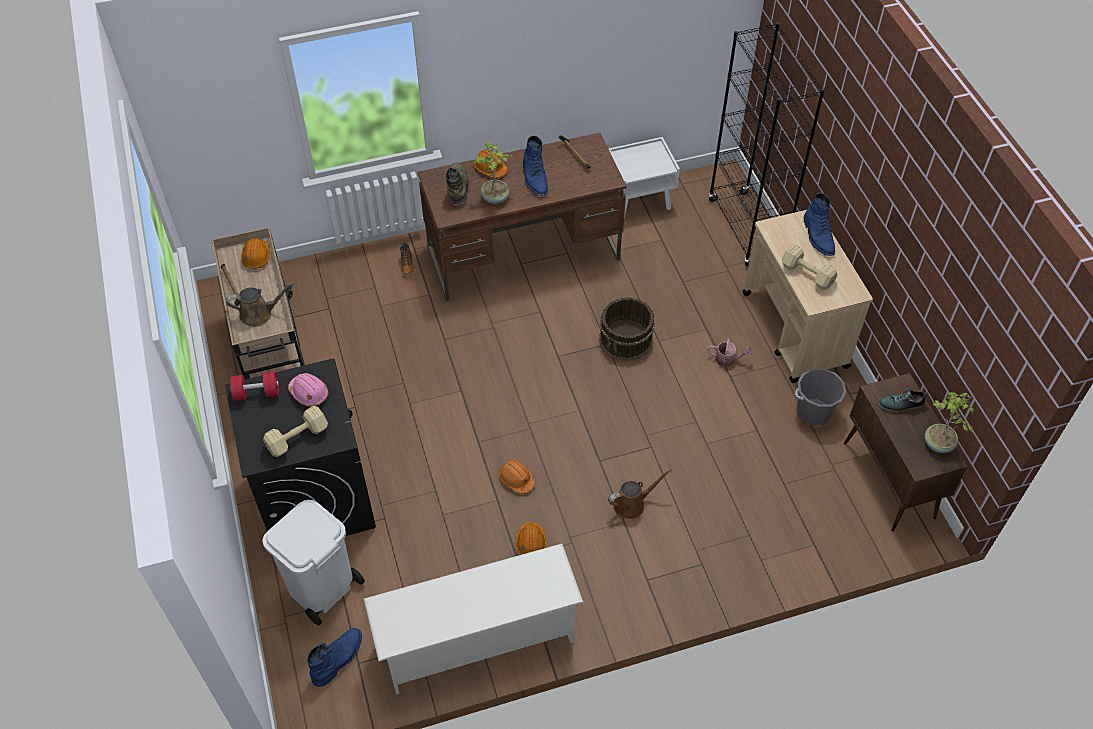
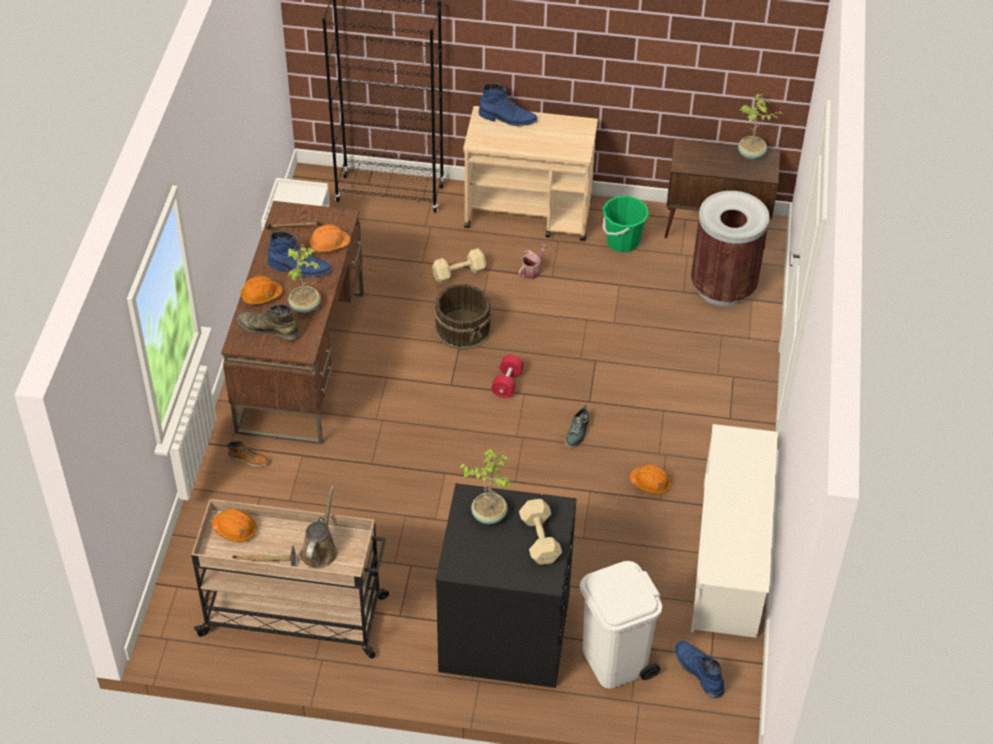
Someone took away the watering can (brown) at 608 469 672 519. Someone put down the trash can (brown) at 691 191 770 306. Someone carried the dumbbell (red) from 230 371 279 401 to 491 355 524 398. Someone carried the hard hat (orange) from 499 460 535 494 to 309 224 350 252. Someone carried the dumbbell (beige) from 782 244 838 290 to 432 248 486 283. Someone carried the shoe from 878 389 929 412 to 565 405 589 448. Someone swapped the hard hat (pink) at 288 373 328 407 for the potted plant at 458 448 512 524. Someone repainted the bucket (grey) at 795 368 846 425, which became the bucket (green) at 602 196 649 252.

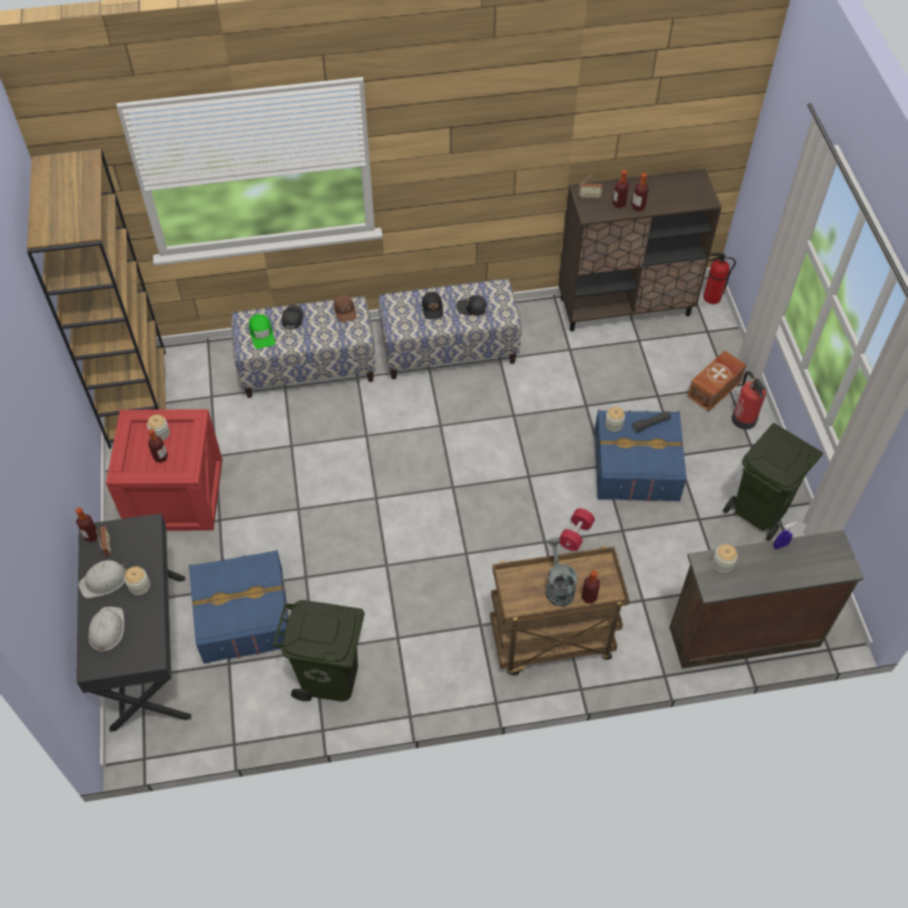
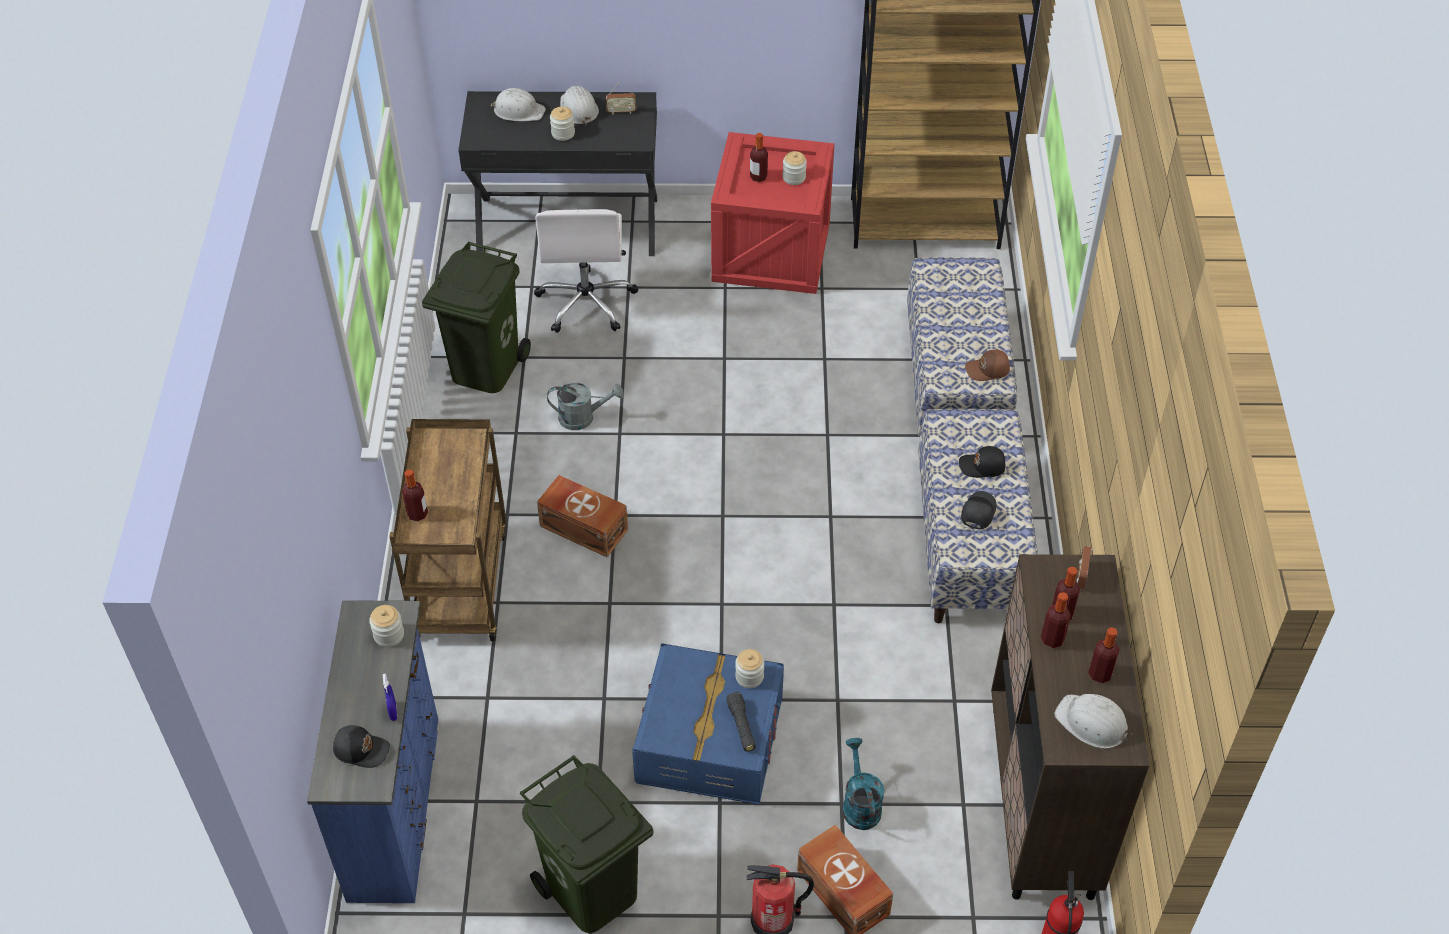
Someone took away the cap (green) at 249 314 275 349. Someone took away the dumbbell (red) at 559 508 595 551. Someone put down the storage box (brown) at 537 475 628 557. Someone put down the watering can (turquoise) at 843 738 885 830. Someone put down the hard hat (white) at 1054 694 1133 749. Someone carried the bottle from 76 508 99 542 to 1088 627 1120 683. Someone carried the cap (black) from 282 305 303 329 to 333 725 390 768. Someone carried the watering can (grey) from 545 538 578 607 to 547 383 624 430. Someone swapped the storage box (blue) at 189 549 289 664 for the office chair (white) at 534 209 638 333. Someone repainted the dresser (brown) at 669 530 864 669, which became the dresser (blue) at 307 600 438 903.

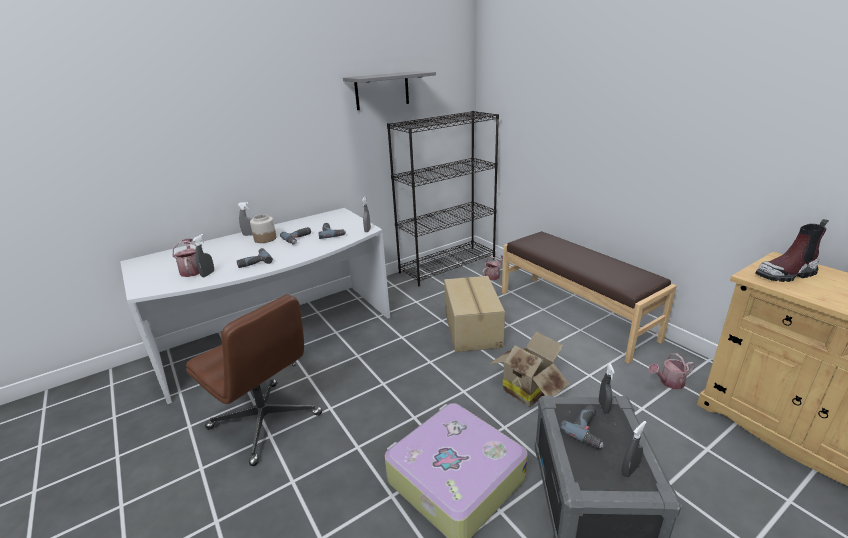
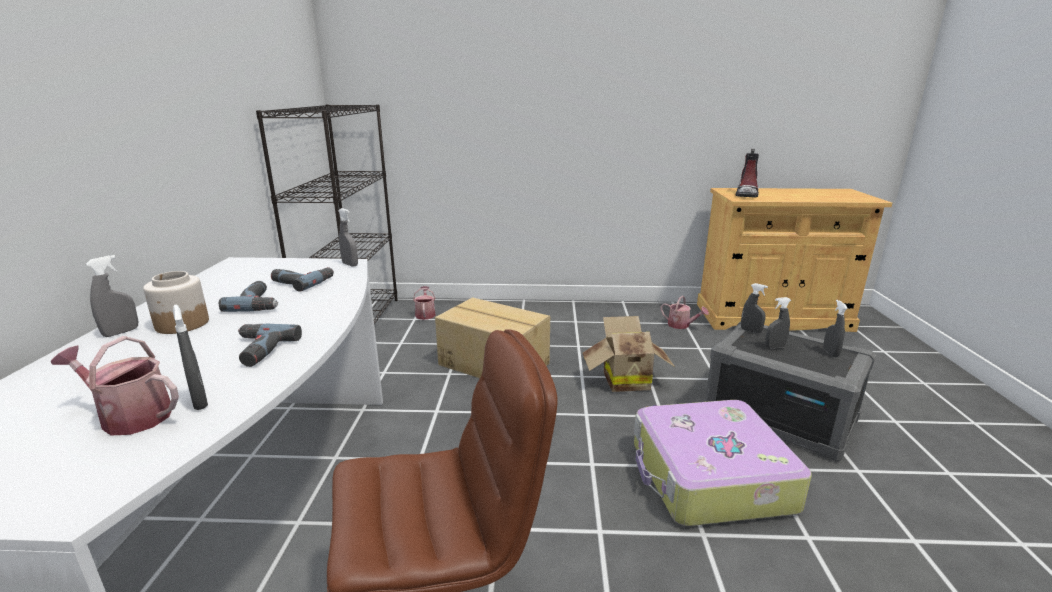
Someone took away the shelf (grey) at 343 71 436 110. Someone took away the bench (brown) at 502 231 677 364. Someone swapped the power drill at 560 405 604 449 for the spray bottle (grey) at 765 297 791 349. Someone rotated the watering can at 648 353 695 389 by 75 degrees counterclockwise.

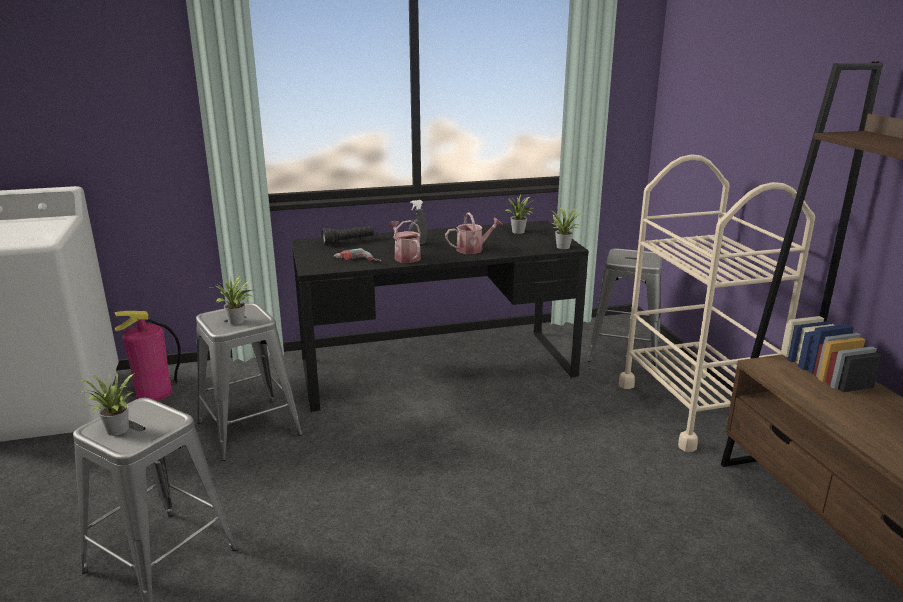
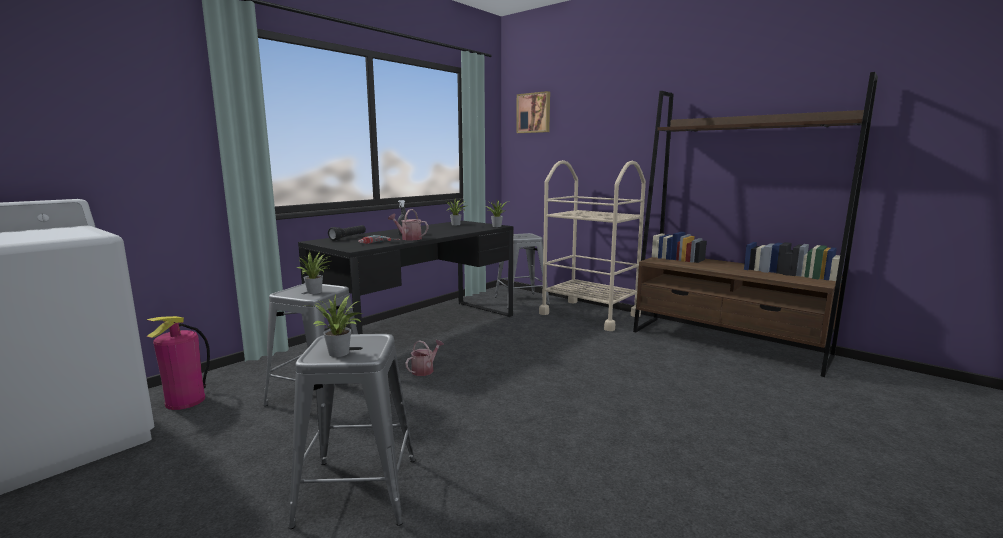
Someone put up the picture at 516 91 550 133. Someone carried the watering can from 445 212 503 254 to 405 340 444 376.

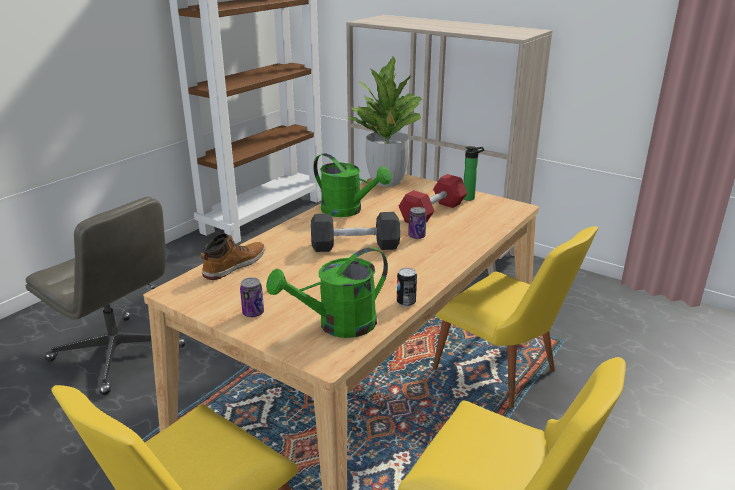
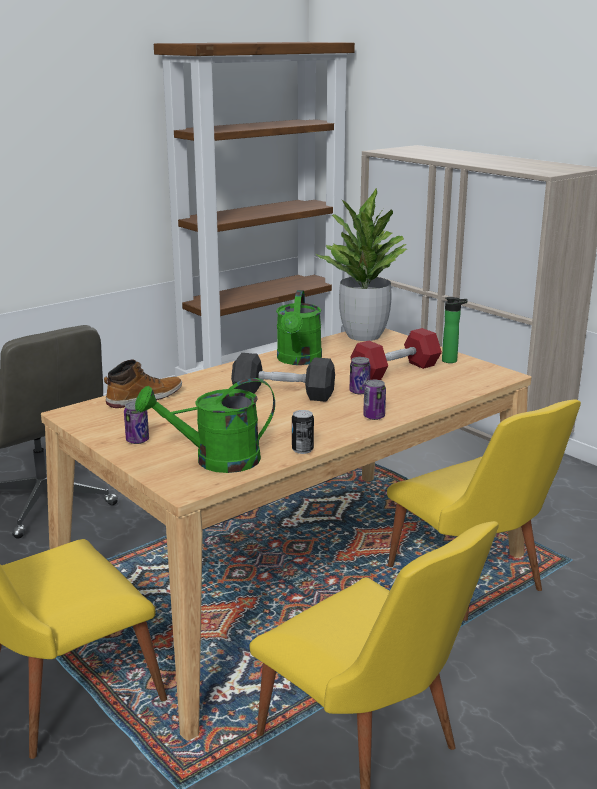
Someone put down the can at 363 380 386 420. Someone rotated the watering can (green) at 313 153 392 217 by 45 degrees clockwise.

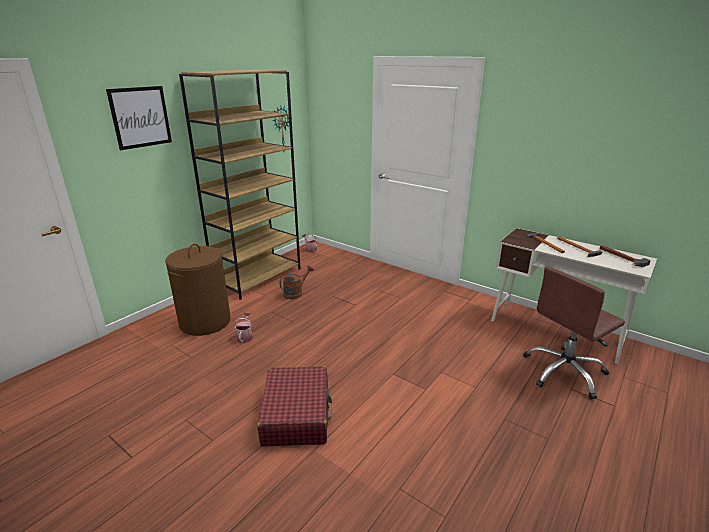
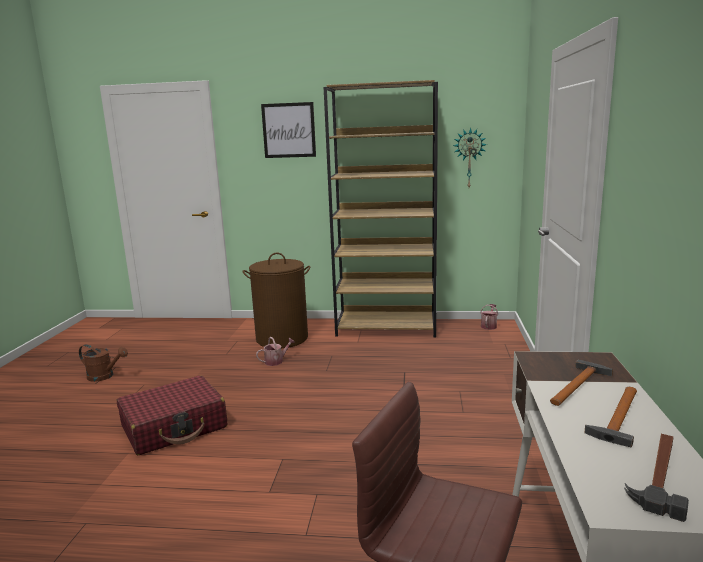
Someone carried the watering can (brown) from 280 265 314 299 to 79 345 128 382.

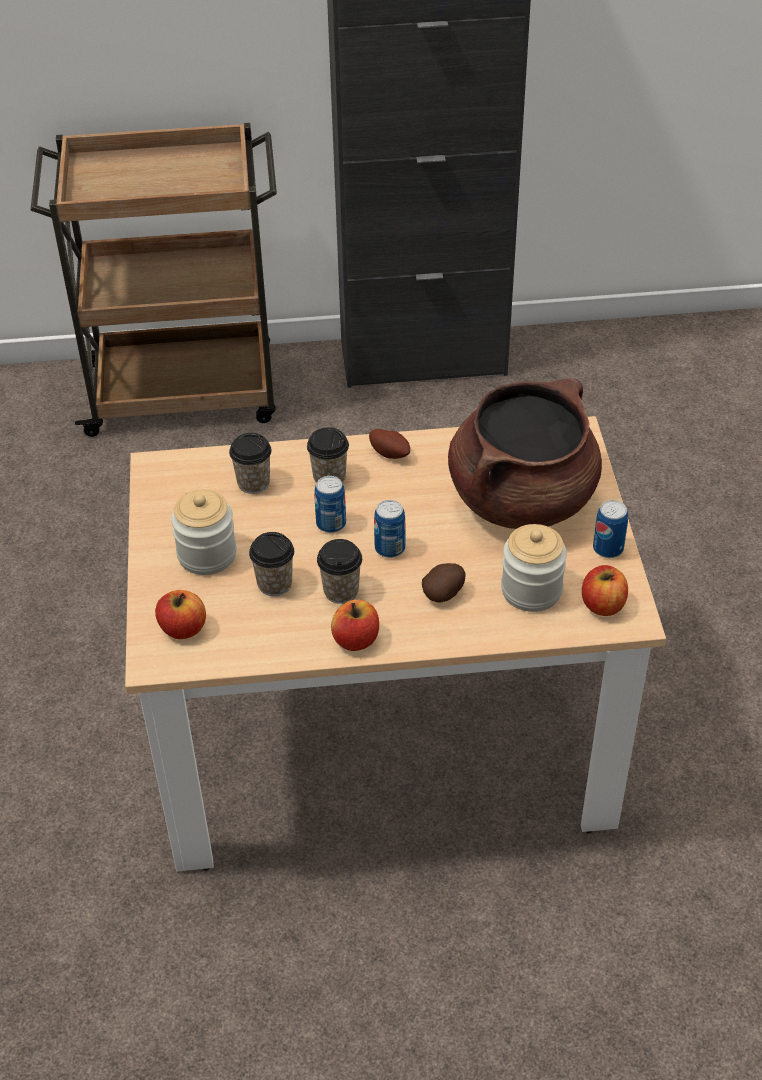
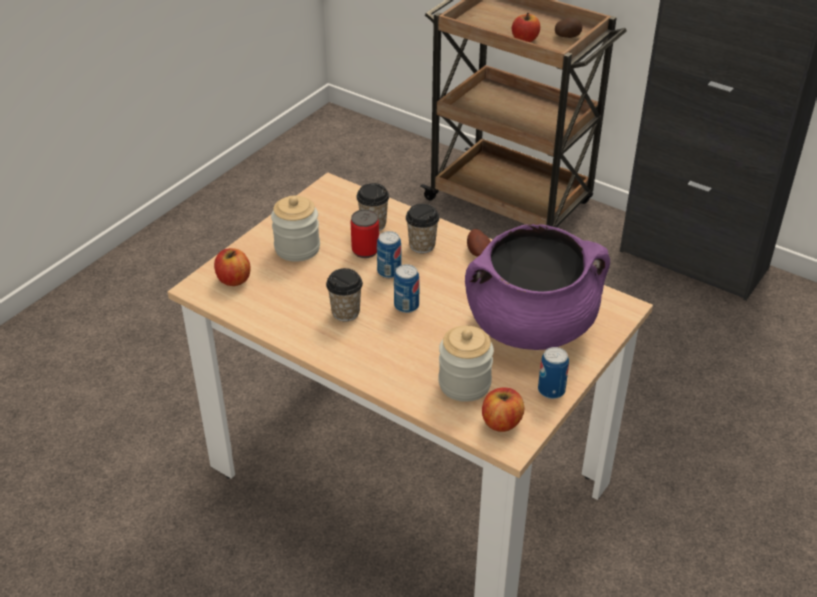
Someone took away the cup at 249 532 294 596. Someone put down the can at 351 209 379 258. Someone carried the apple from 331 600 379 651 to 512 13 540 42. Someone carried the potato from 422 563 466 603 to 555 17 583 38. Someone repainted the cooking pot (brown) at 448 378 602 529, which became the cooking pot (purple) at 465 224 610 350.

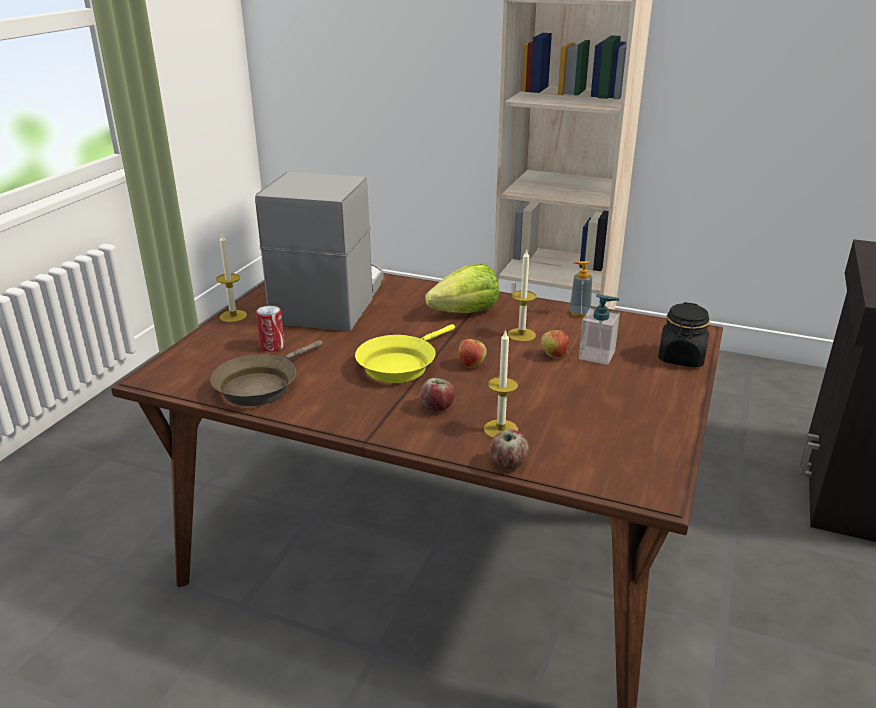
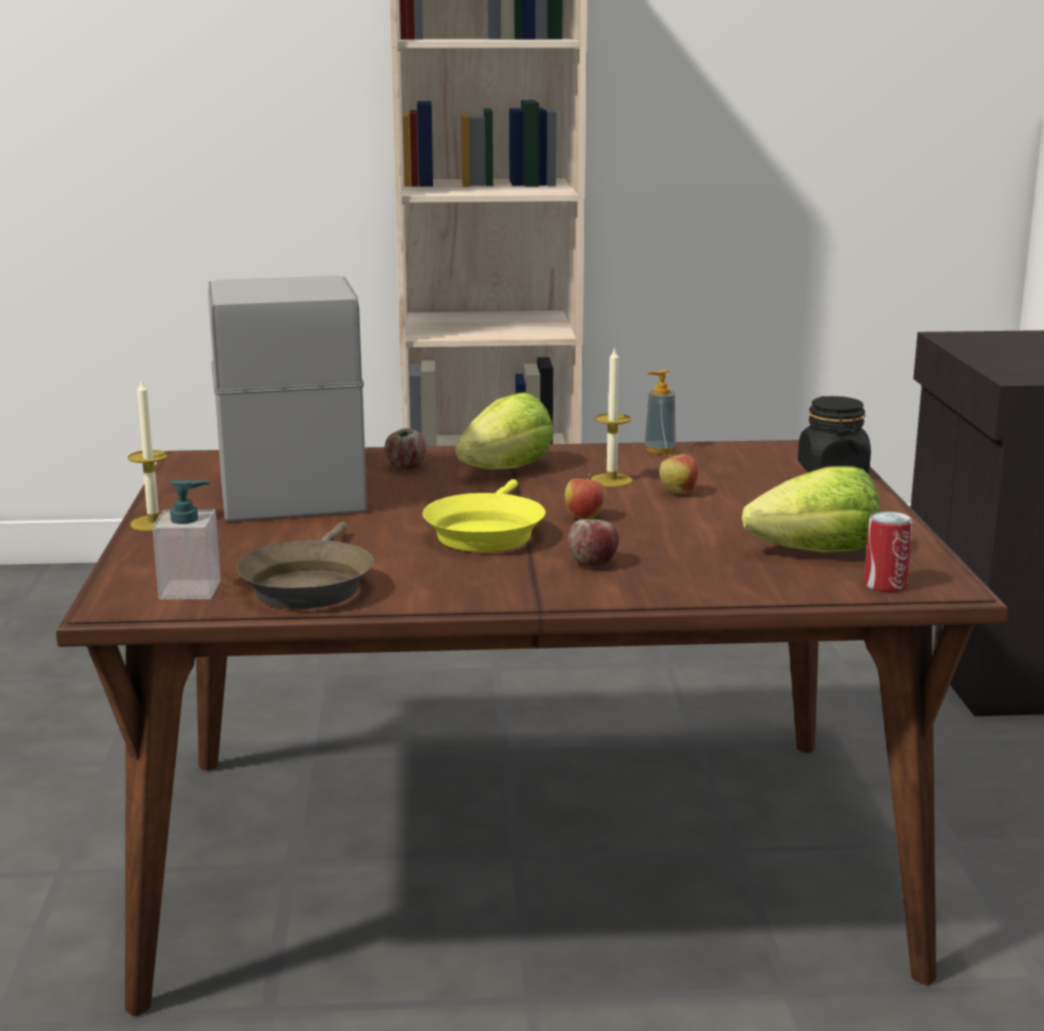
Someone took away the candle at 484 329 518 438. Someone put down the lettuce at 742 466 880 553. Someone carried the can from 256 305 285 352 to 864 511 913 592. Someone carried the apple from 490 429 529 469 to 385 428 427 470. Someone carried the soap dispenser from 579 294 620 365 to 152 480 221 600.

